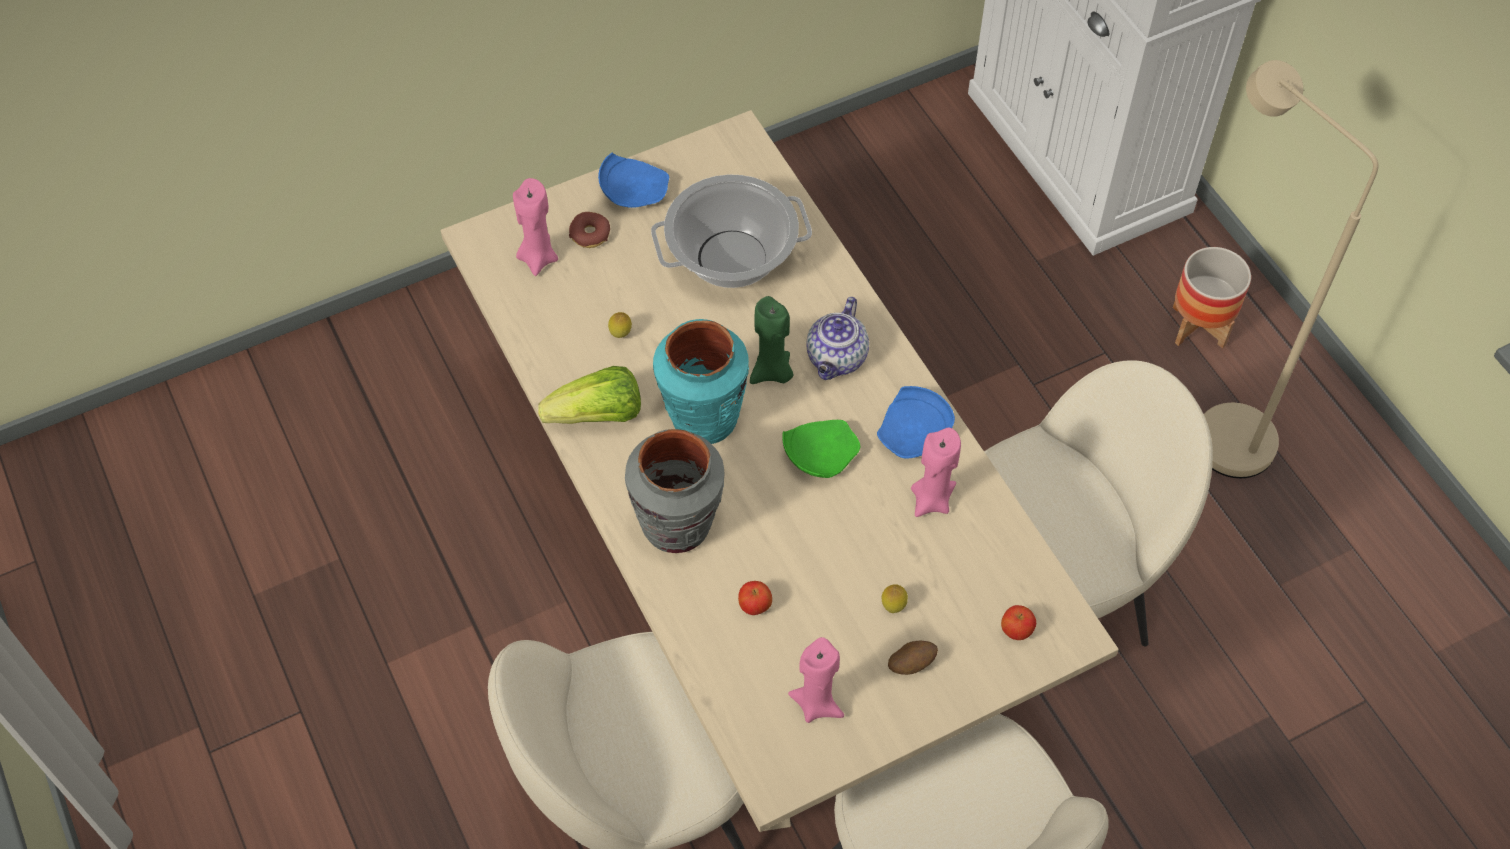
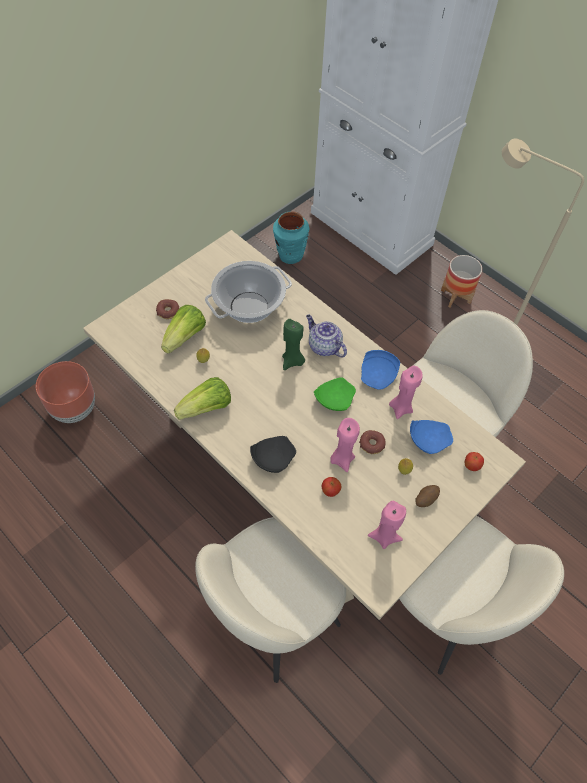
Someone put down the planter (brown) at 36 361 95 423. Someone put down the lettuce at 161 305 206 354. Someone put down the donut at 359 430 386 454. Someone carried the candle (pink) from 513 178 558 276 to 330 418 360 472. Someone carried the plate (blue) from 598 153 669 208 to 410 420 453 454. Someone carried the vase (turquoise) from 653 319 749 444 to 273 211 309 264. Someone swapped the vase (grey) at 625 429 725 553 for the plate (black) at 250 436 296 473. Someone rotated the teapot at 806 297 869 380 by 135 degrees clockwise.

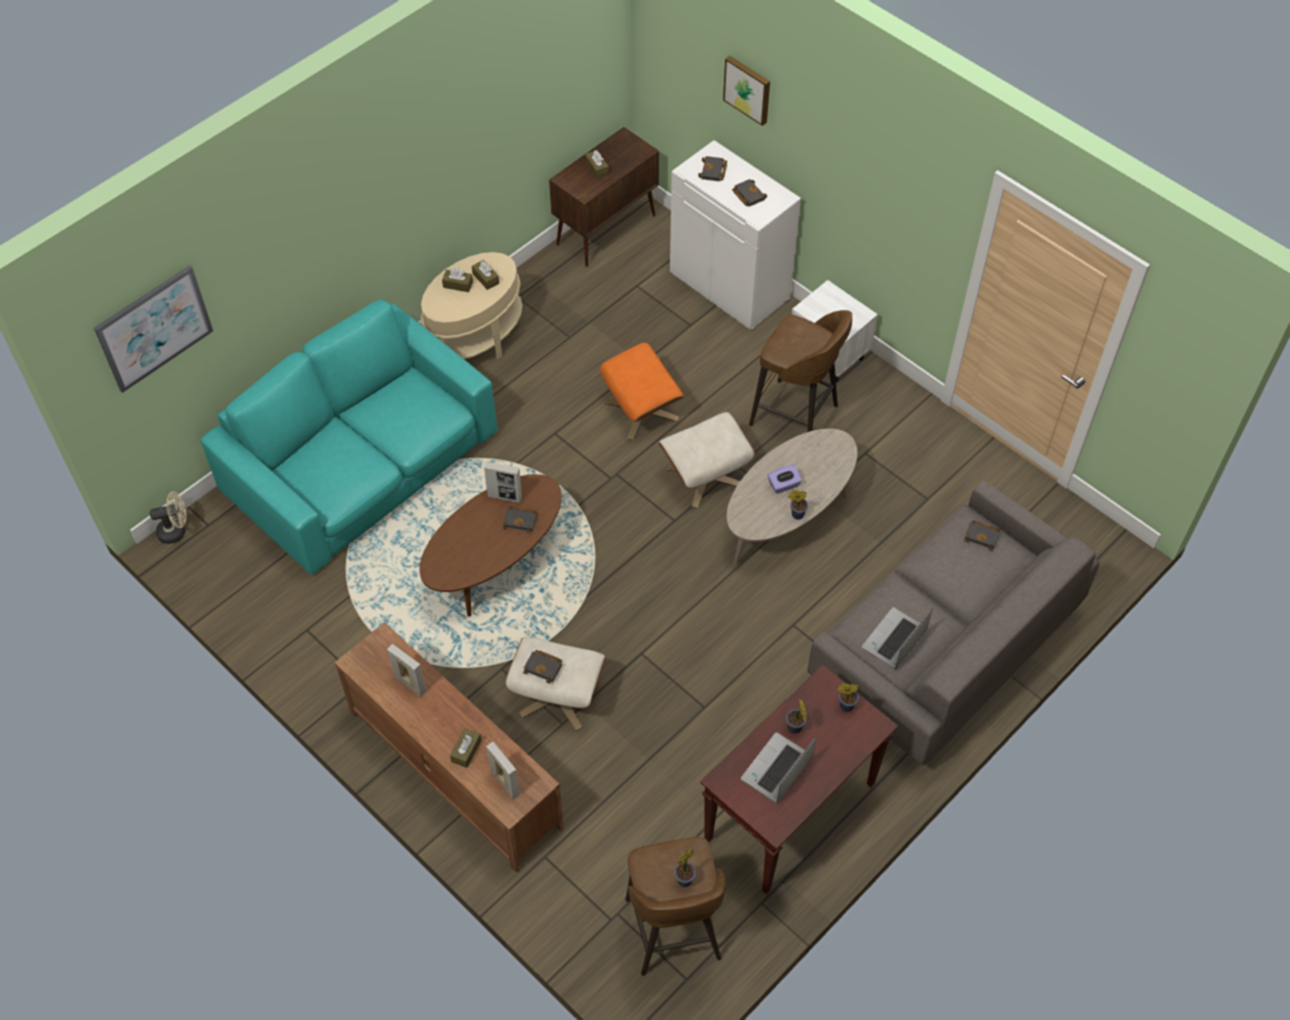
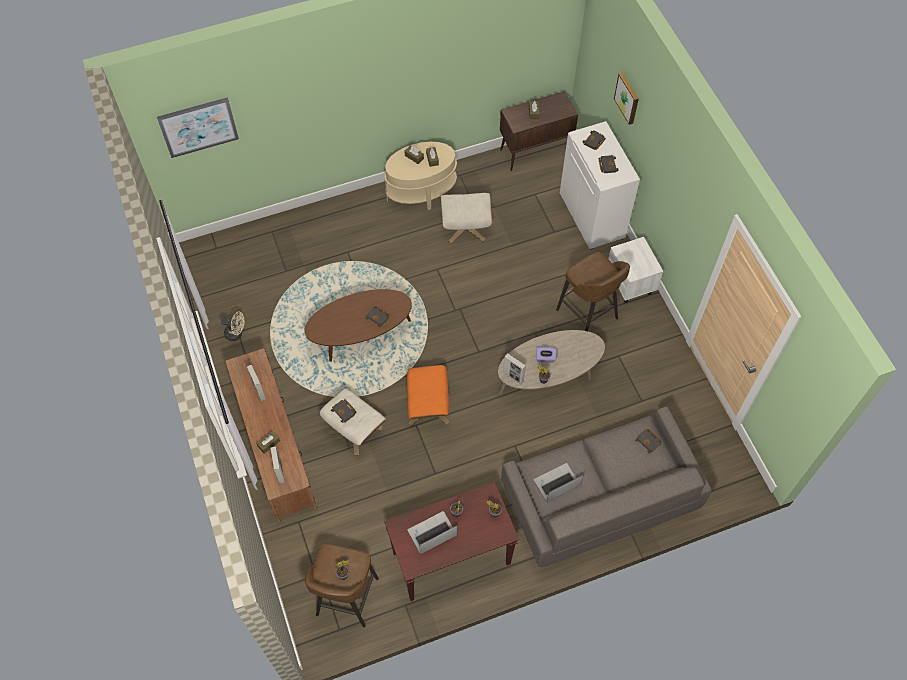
Someone took away the sofa (turquoise) at 201 300 497 574. Someone carried the fan (beige) from 150 491 187 544 to 221 312 245 341. Someone carried the picture frame from 484 462 522 503 to 503 353 526 384. Someone carried the ottoman (orange) from 600 342 683 440 to 407 365 449 426. Someone carried the ottoman (beige) from 659 412 755 508 to 440 193 492 243.

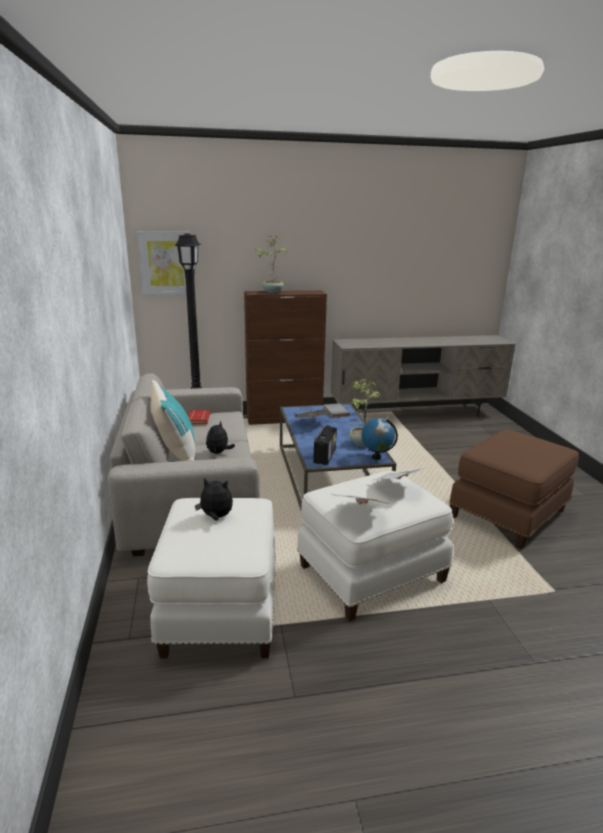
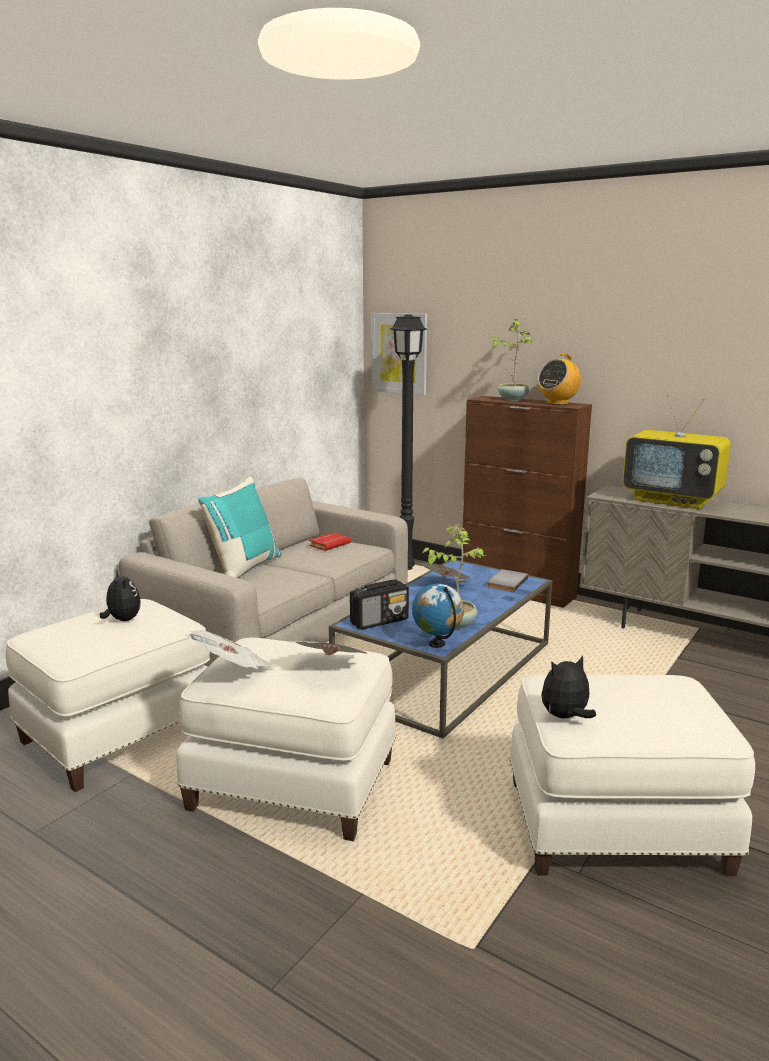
Someone put down the radio at 538 354 581 405. Someone put down the television at 623 395 731 509. Someone carried the plush toy from 206 420 235 454 to 541 655 596 718. Someone repainted the ottoman (brown) at 449 430 579 549, which became the ottoman (white) at 509 674 755 876.

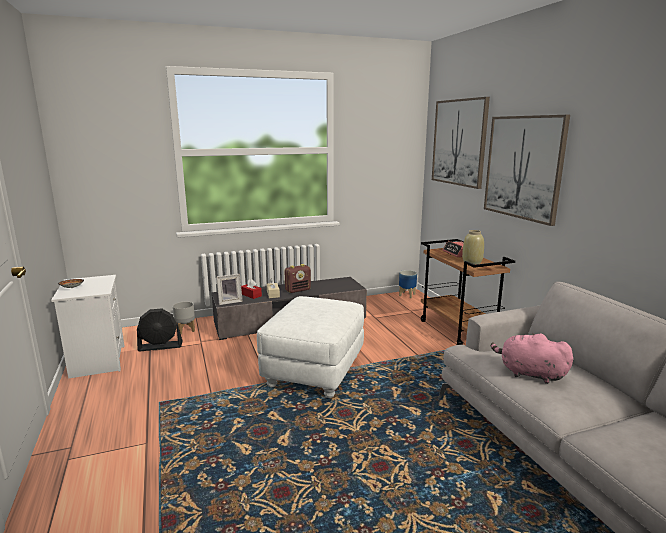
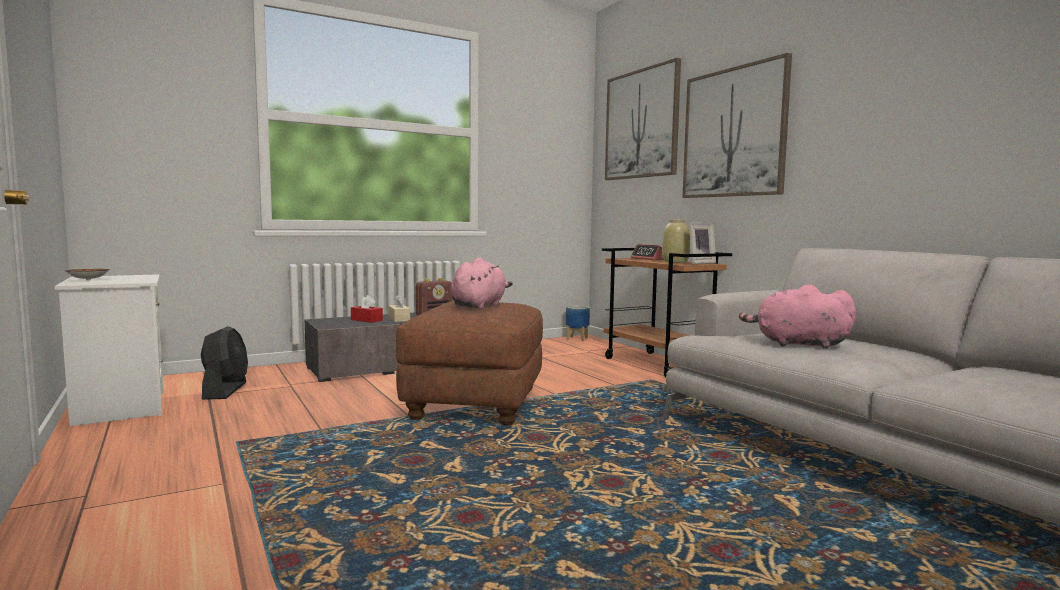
Someone took away the planter (grey) at 173 301 195 334. Someone put down the plush toy (pink) at 450 257 513 309. Someone carried the picture frame from 216 274 243 305 to 689 223 716 264. Someone repainted the ottoman (white) at 257 296 364 398, which became the ottoman (brown) at 396 301 543 425. Someone rotated the fan (black) at 137 309 182 351 by 75 degrees counterclockwise.

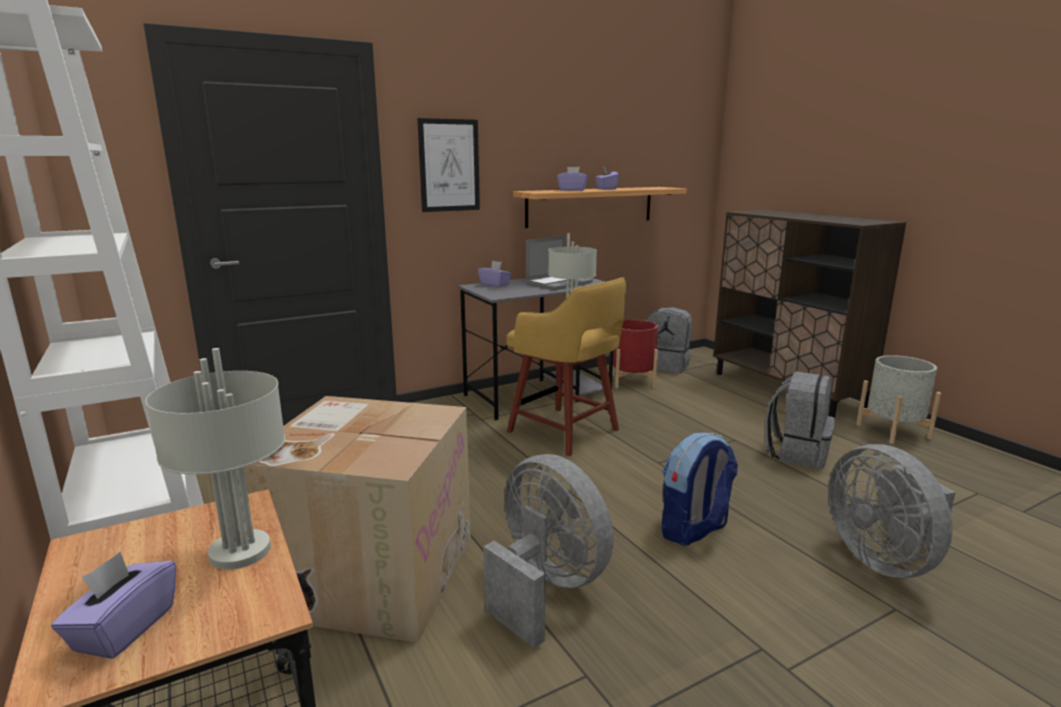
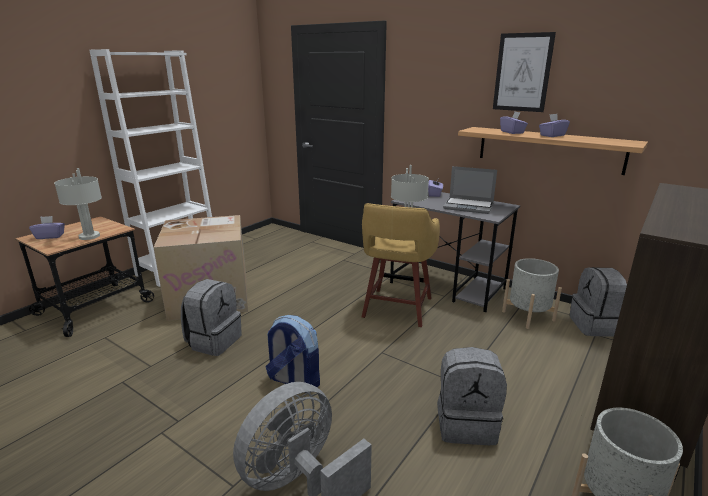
Someone carried the picture from 417 118 480 212 to 493 32 556 112. Someone swapped the fan (grey) at 483 454 614 648 for the backpack (grey) at 181 279 242 356. Someone repainted the planter (red) at 612 319 658 389, which became the planter (grey) at 502 258 562 329.

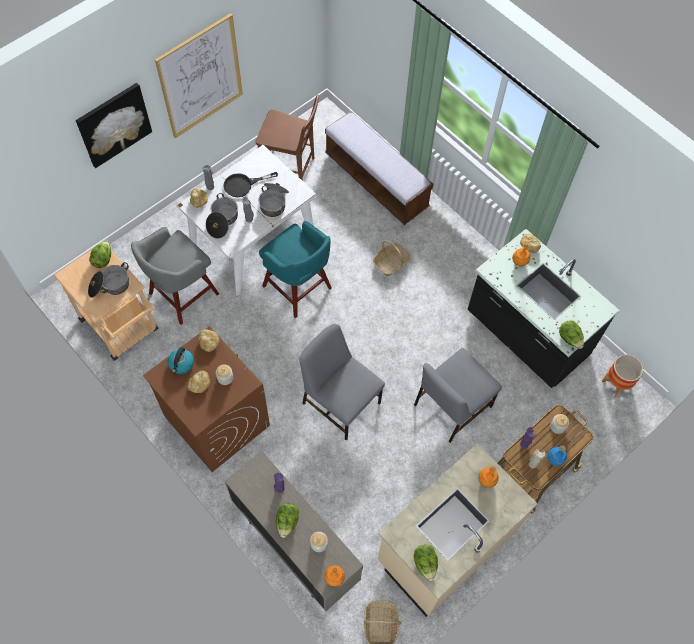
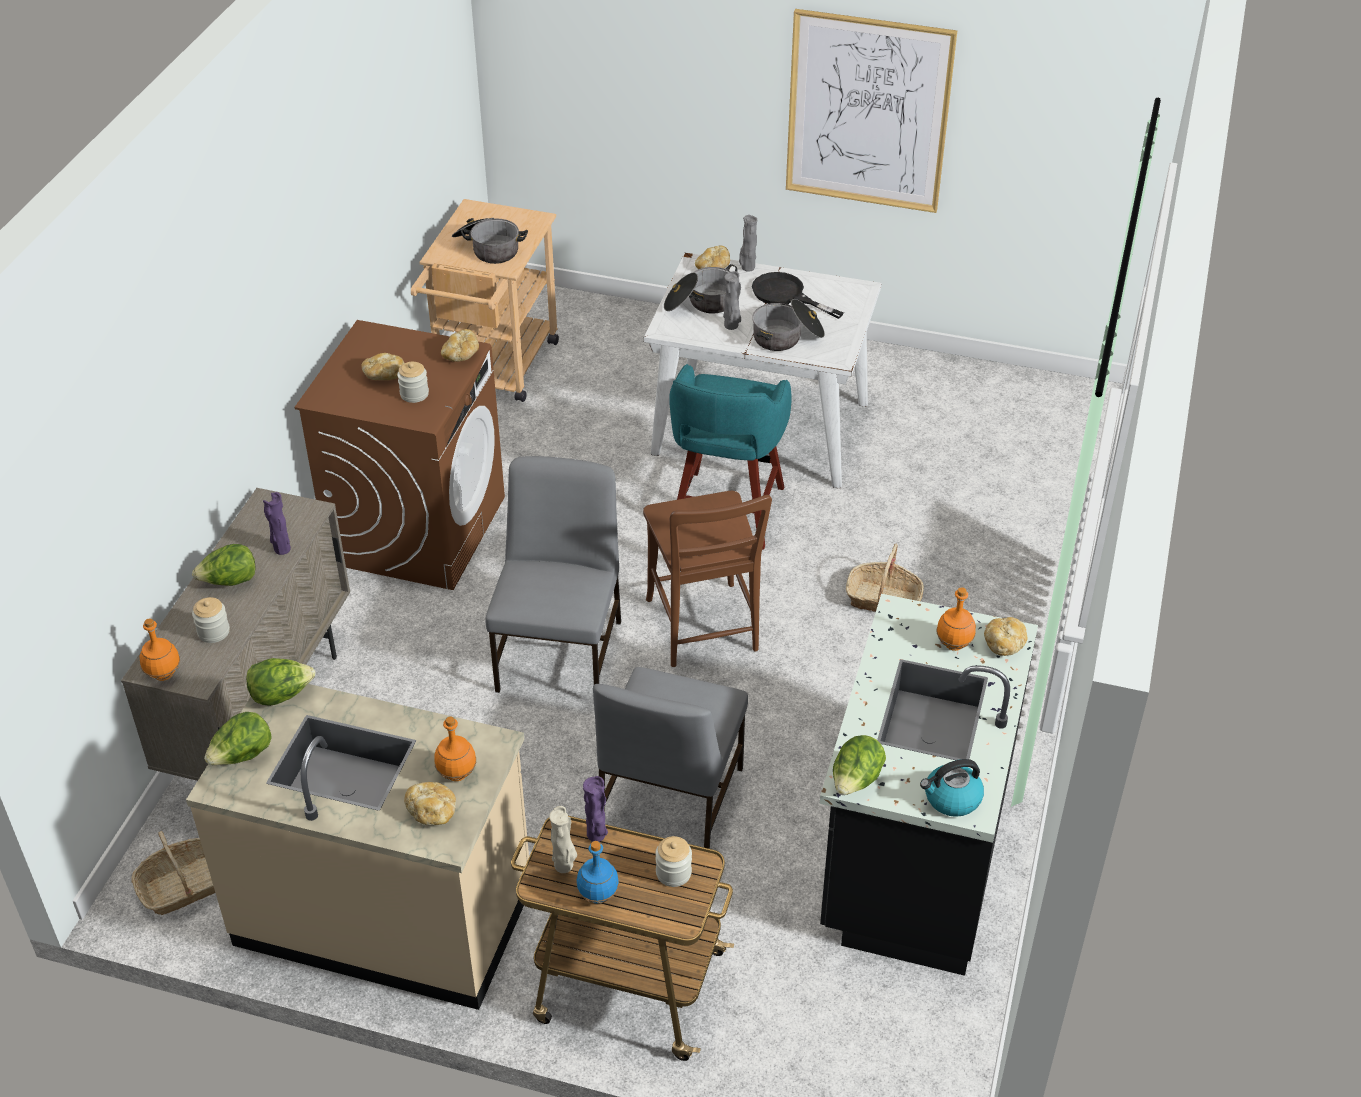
Someone took away the picture at 76 83 152 168. Someone took away the stool (grey) at 131 227 219 325. Someone took away the bench at 325 111 433 225. Someone took away the planter at 602 355 643 398. Someone put down the bread at 404 782 456 826. Someone carried the lettuce from 89 241 111 268 to 246 658 315 706. Someone carried the kettle from 168 347 194 374 to 920 759 984 817. Someone carried the chair (brown) from 256 95 319 180 to 643 491 772 667. Someone rotated the chair (grey) at 414 348 502 443 by 90 degrees counterclockwise.

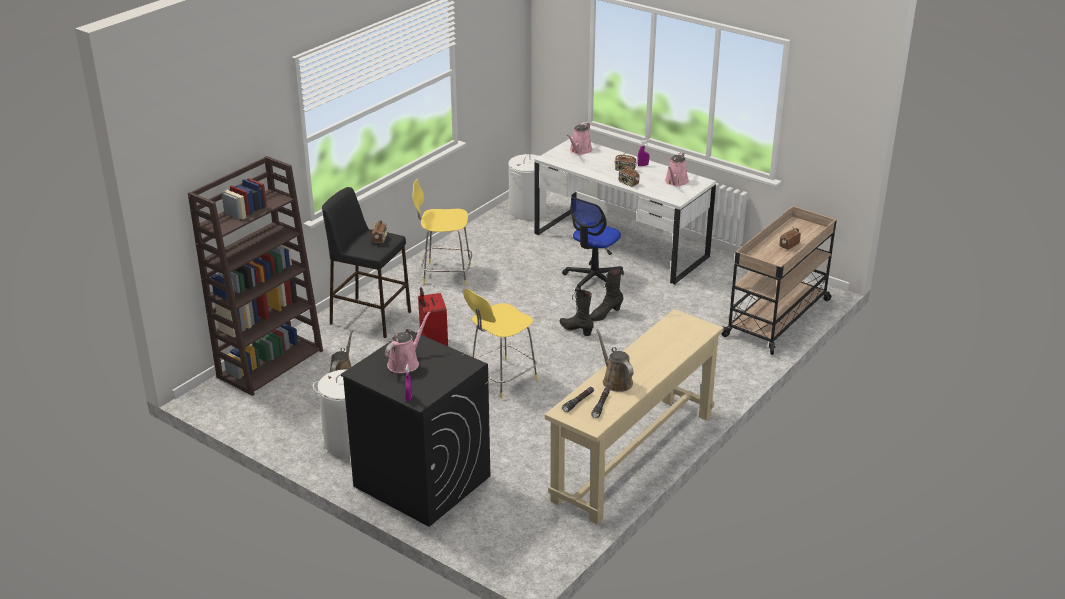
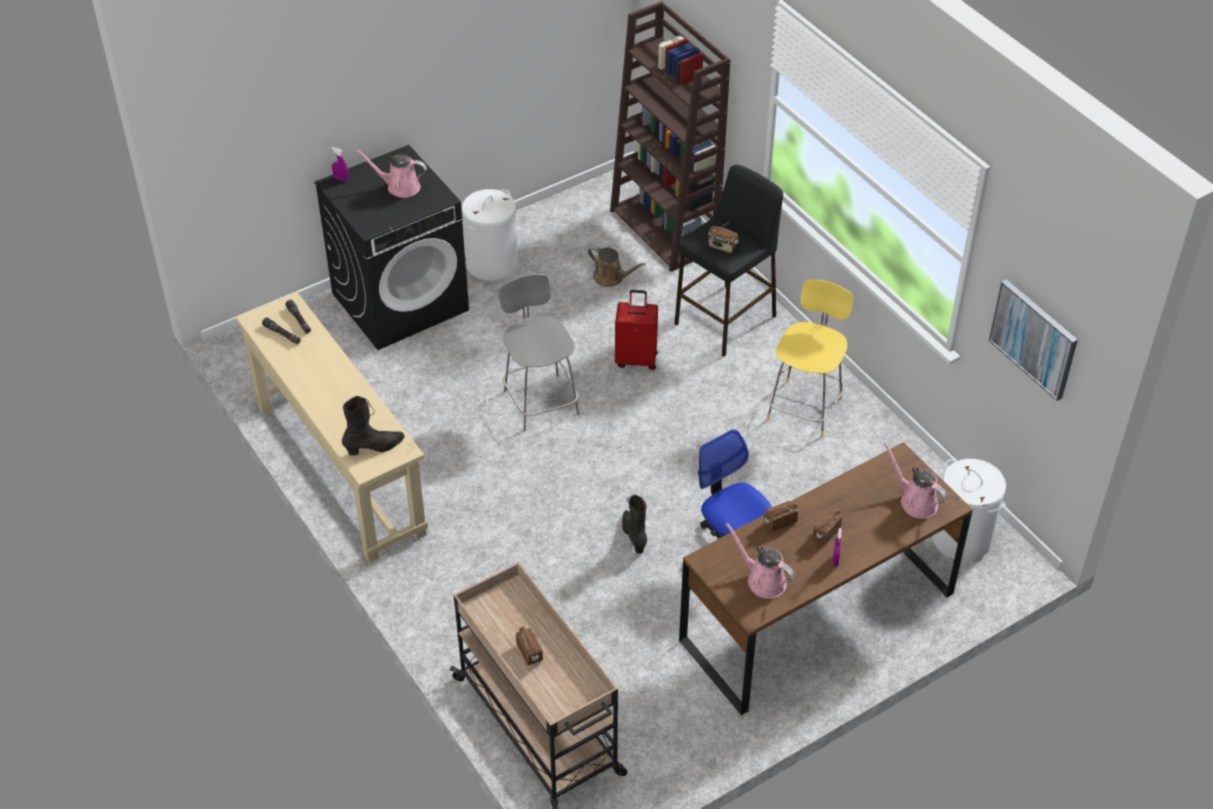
Someone took away the watering can (brown) at 596 329 633 392. Someone put up the picture at 989 279 1078 401. Someone carried the boot (black) from 560 289 594 336 to 342 396 405 456. Someone repainted the stool (yellow) at 463 289 538 399, which became the stool (grey) at 499 274 579 431. Someone repainted the desk (white) at 534 139 716 284, which became the desk (brown) at 679 442 973 715. Someone rotated the watering can (pink) at 385 311 431 373 by 135 degrees clockwise.

